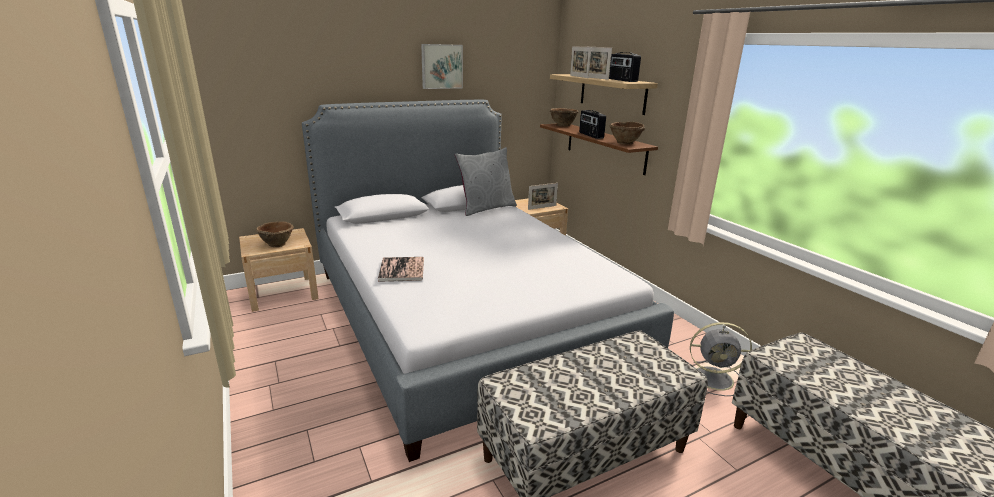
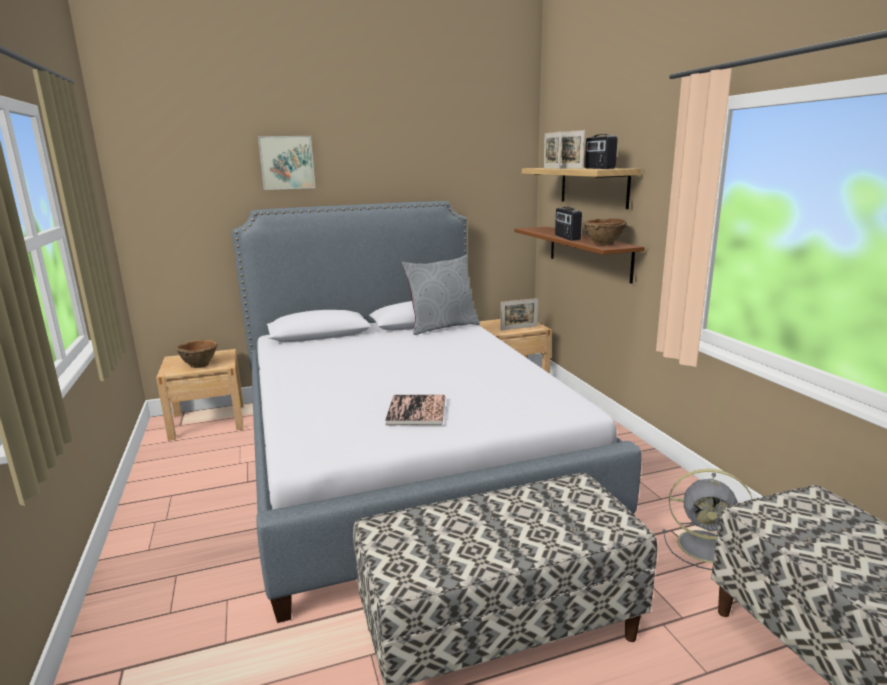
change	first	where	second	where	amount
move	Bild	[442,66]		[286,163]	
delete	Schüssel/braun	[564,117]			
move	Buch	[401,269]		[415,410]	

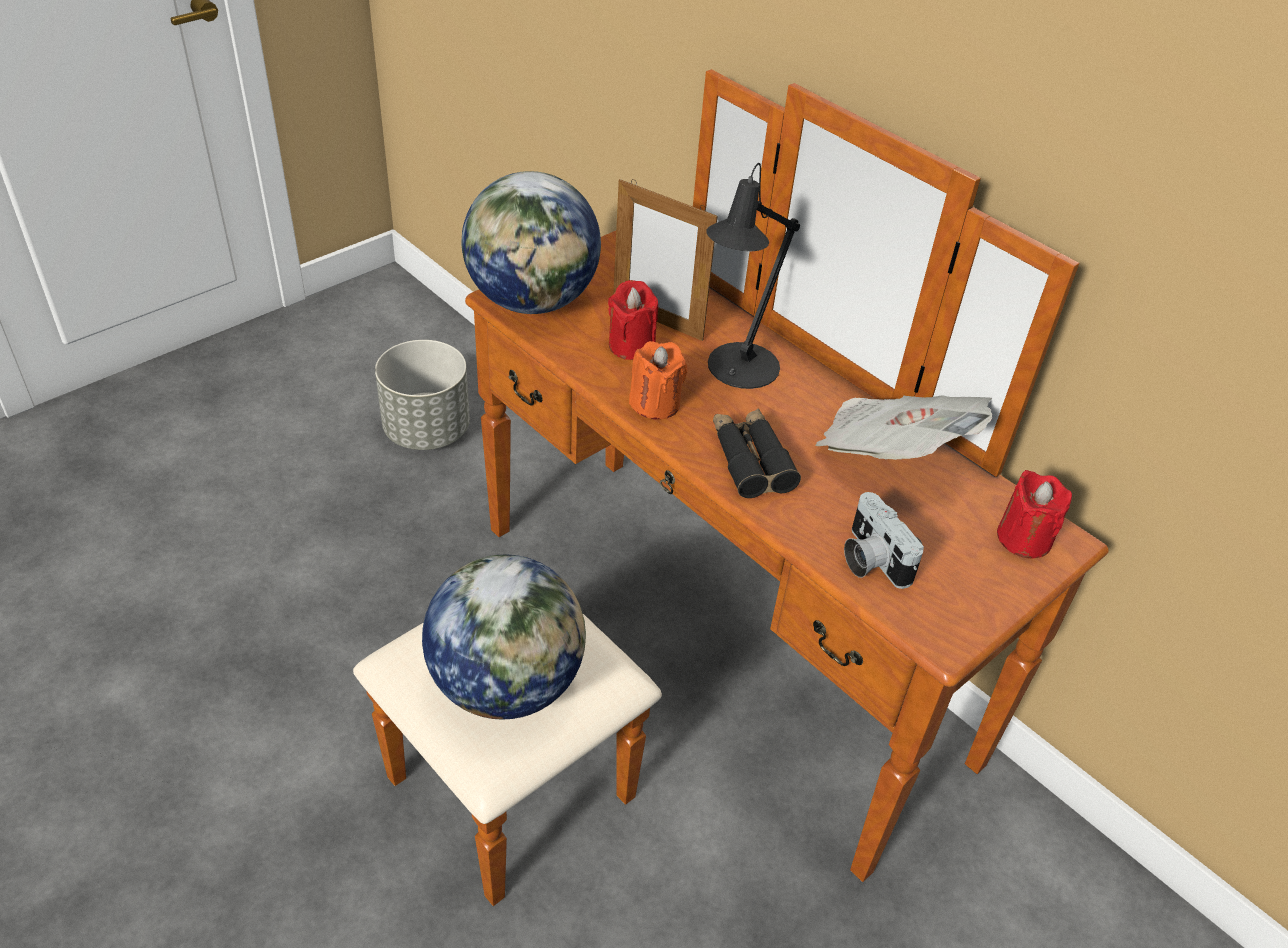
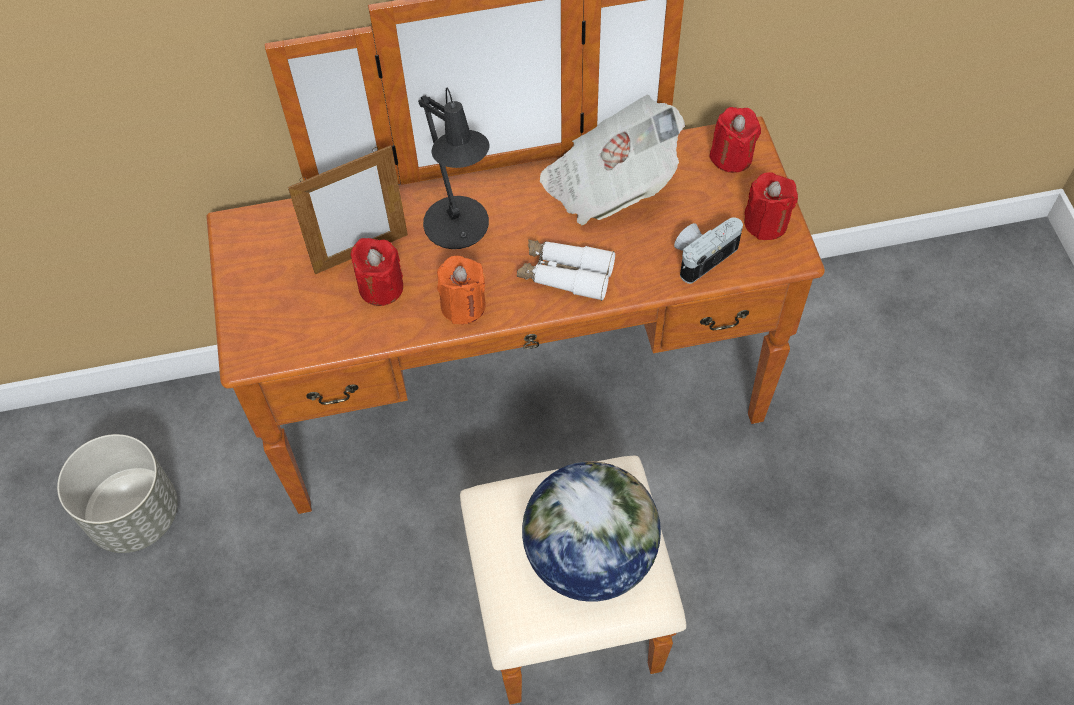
change	first	where	second	where	amount
delete	Globus	[531,242]			
recolor	Fernglas/schwarz	[757,453]	Fernglas/weiß	[566,270]	
rotate	Kamera	[884,540]		[708,251]	135 degrees clockwise
insert			Kerze/rot	[771,206]	

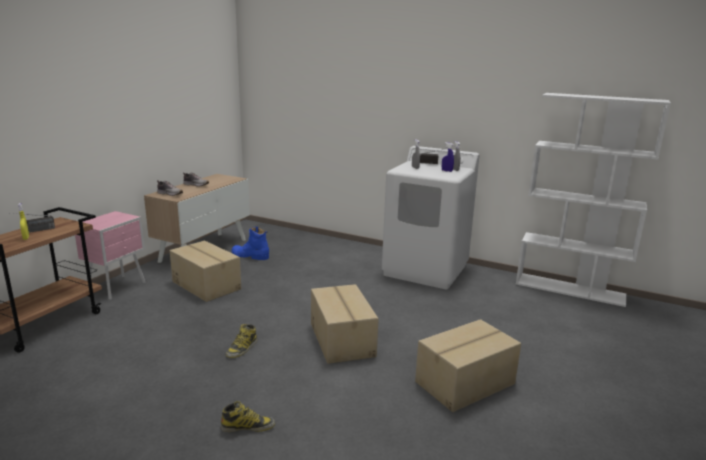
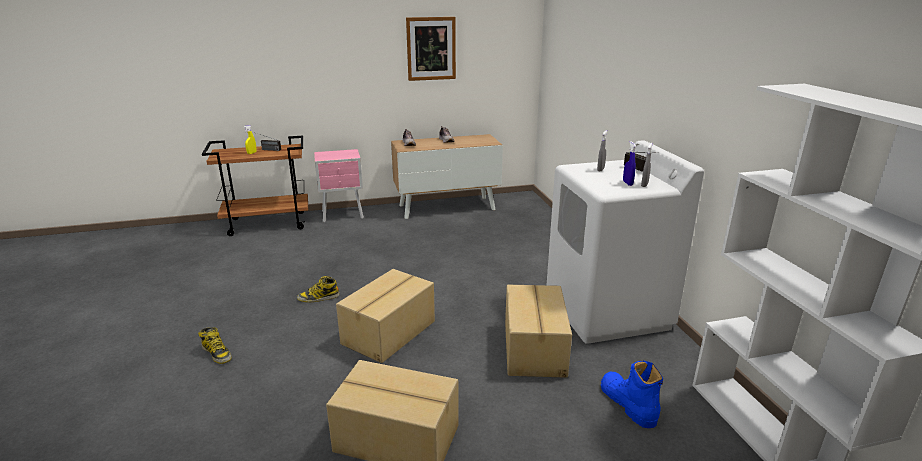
change	first	where	second	where	amount
move	Stiefel/blau	[250,243]		[632,394]	
move	Karton	[205,271]		[538,331]	
insert			Bild	[431,49]	

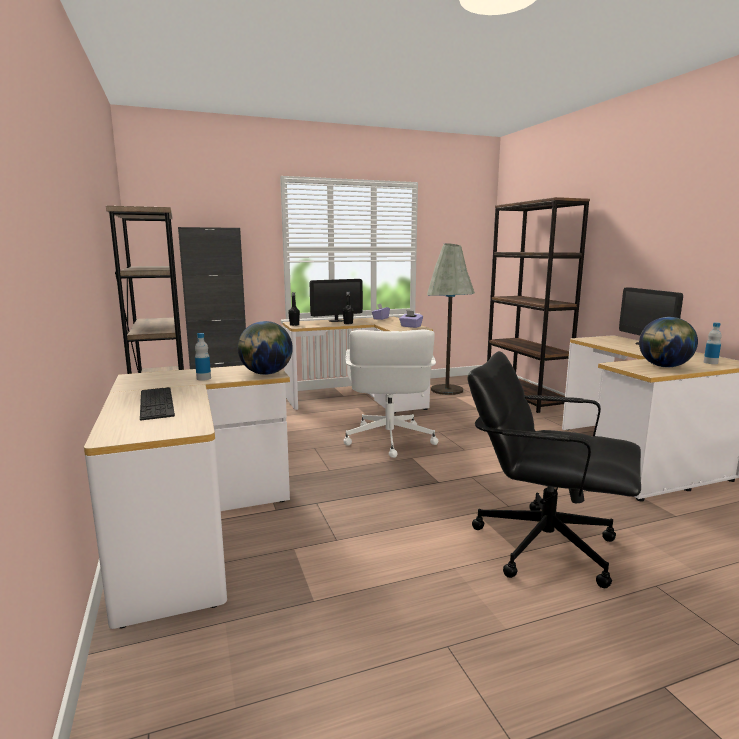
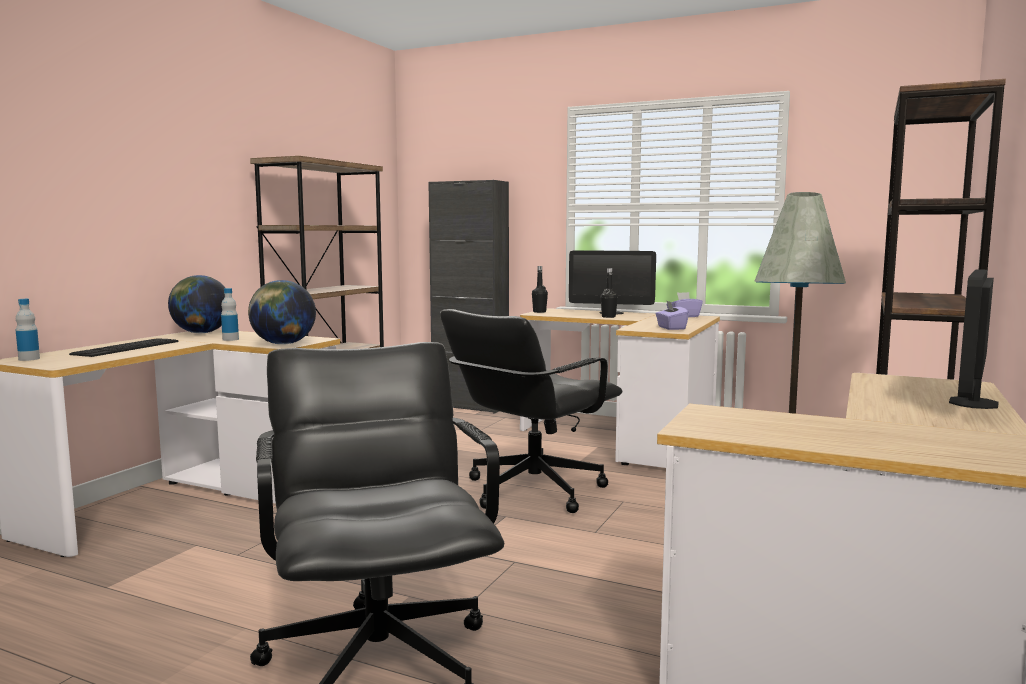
change	first	where	second	where	amount
move	Globus	[668,342]		[196,304]	
move	Flasche	[713,343]		[28,330]	
recolor	Bürostuhl/weiß	[390,394]	Bürostuhl/schwarz	[531,411]	

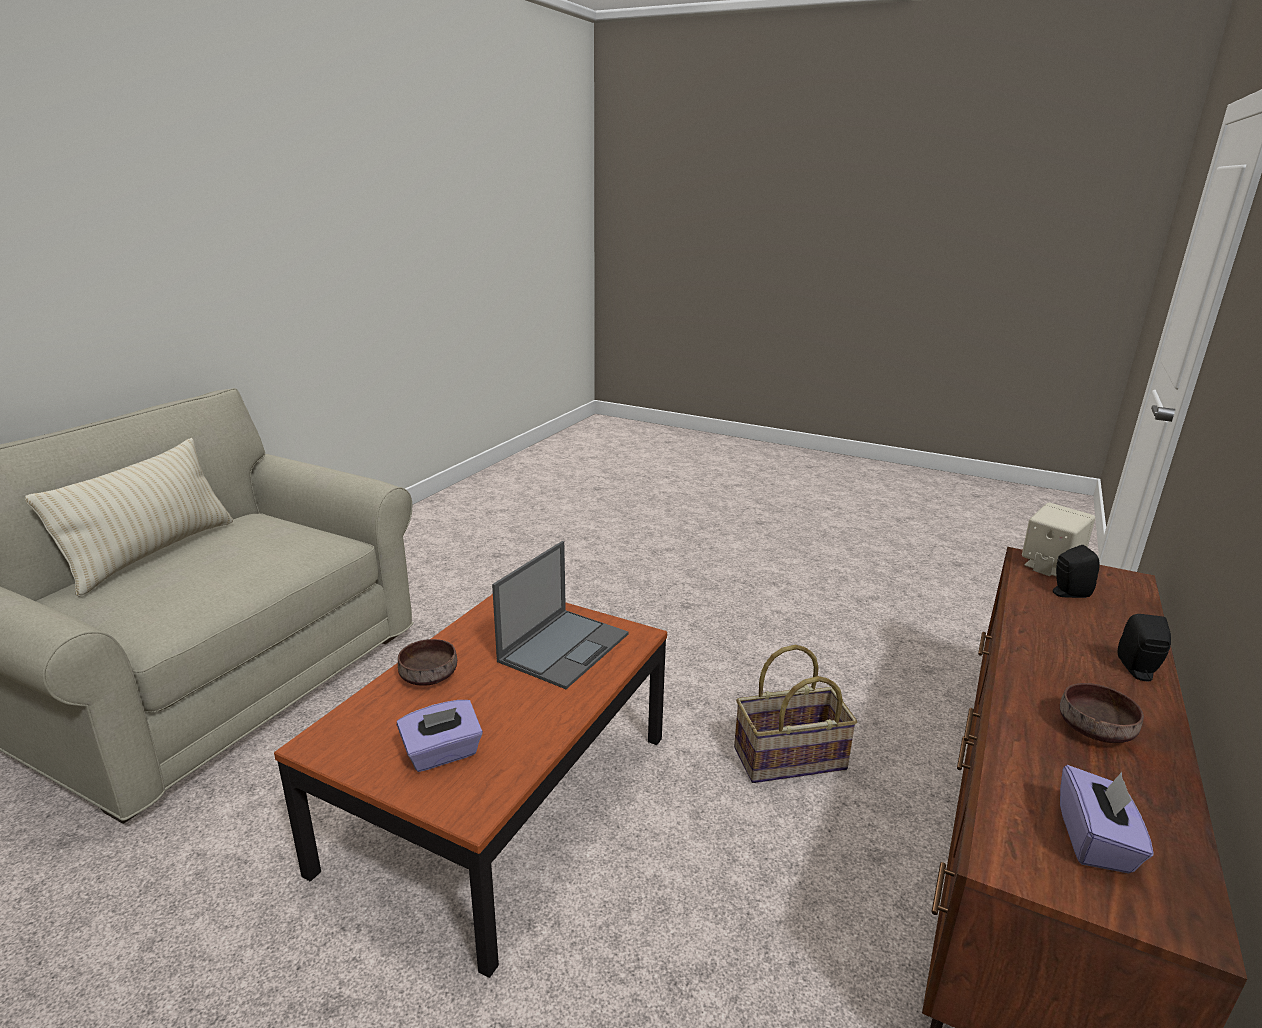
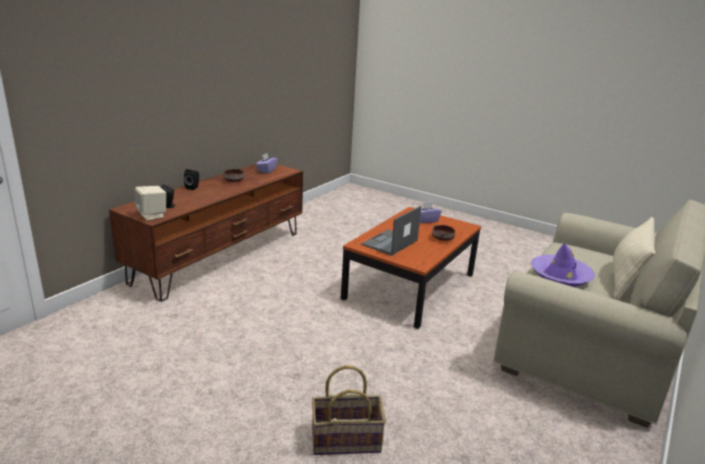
change	first	where	second	where	amount
move	Korb	[795,714]		[349,410]	
insert			Hut/lila	[563,265]	

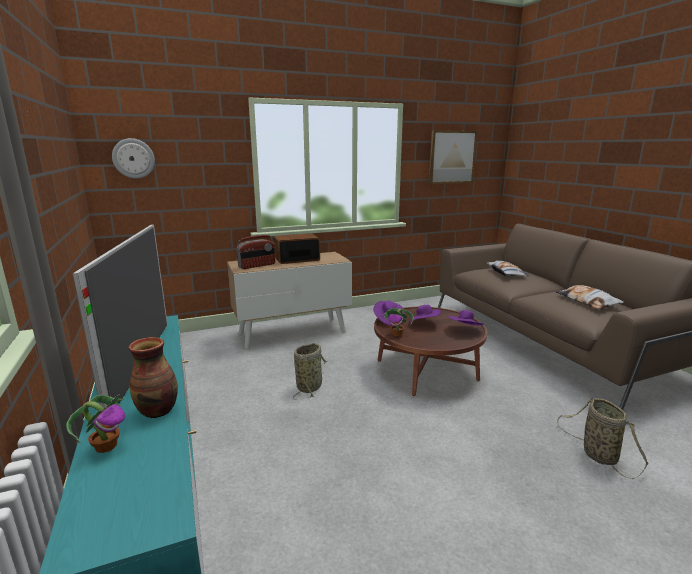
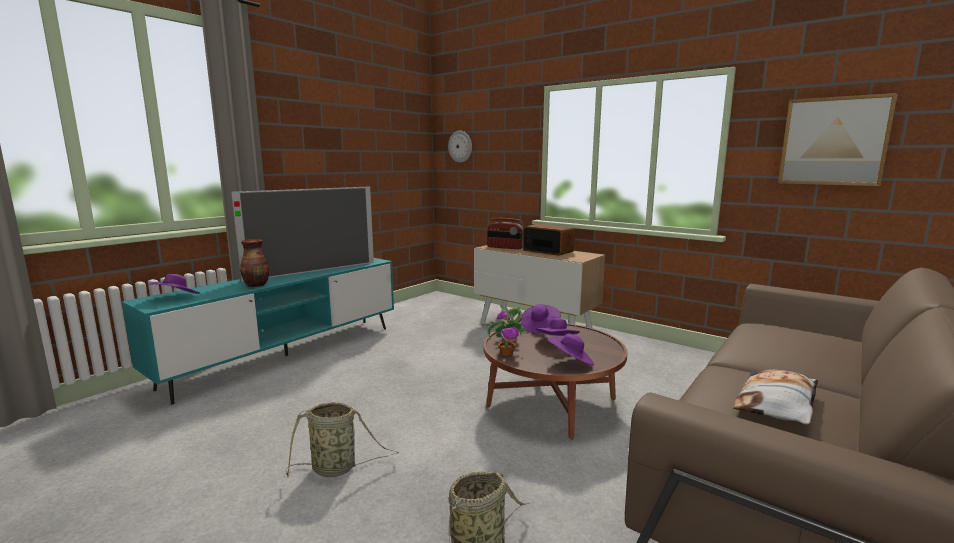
change	first	where	second	where	amount
delete	Kissen	[508,268]			
move	Korb	[310,371]		[342,440]	
move	Topfpflanze	[95,424]		[506,338]	
insert			Hut/lila	[174,284]	

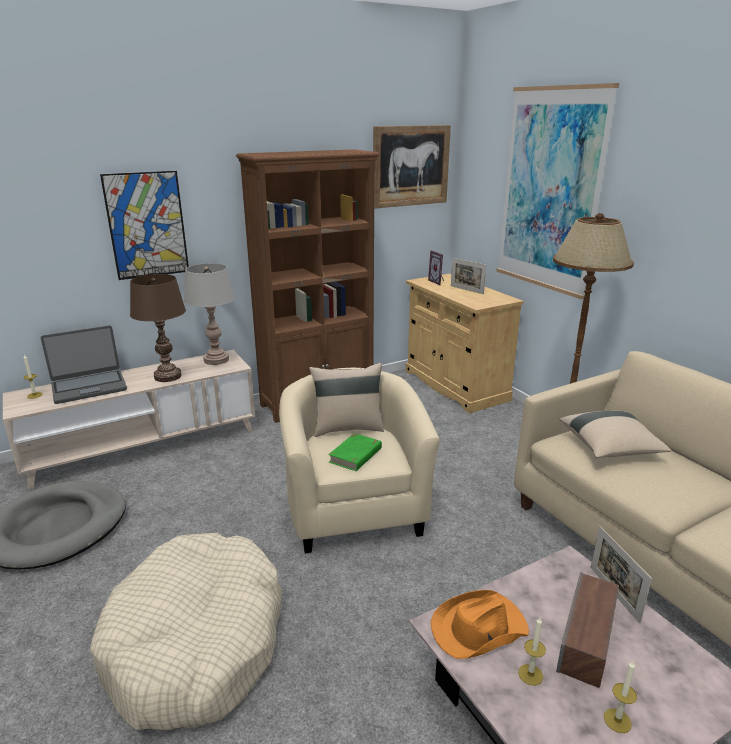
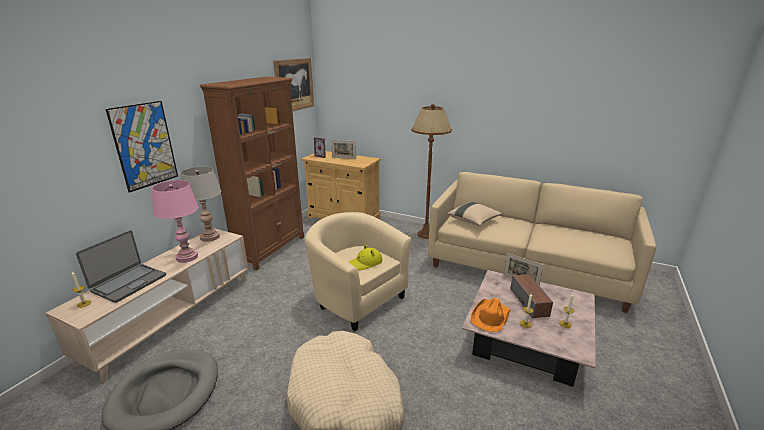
change	first	where	second	where	amount
delete	Bild	[557,191]			
recolor	Tischlampe/braun	[158,328]	Tischlampe/rosa	[175,221]	
delete	Kissen/beige	[346,400]			
replace	Buch/grün	[355,452]	Hut/gelb	[365,257]	

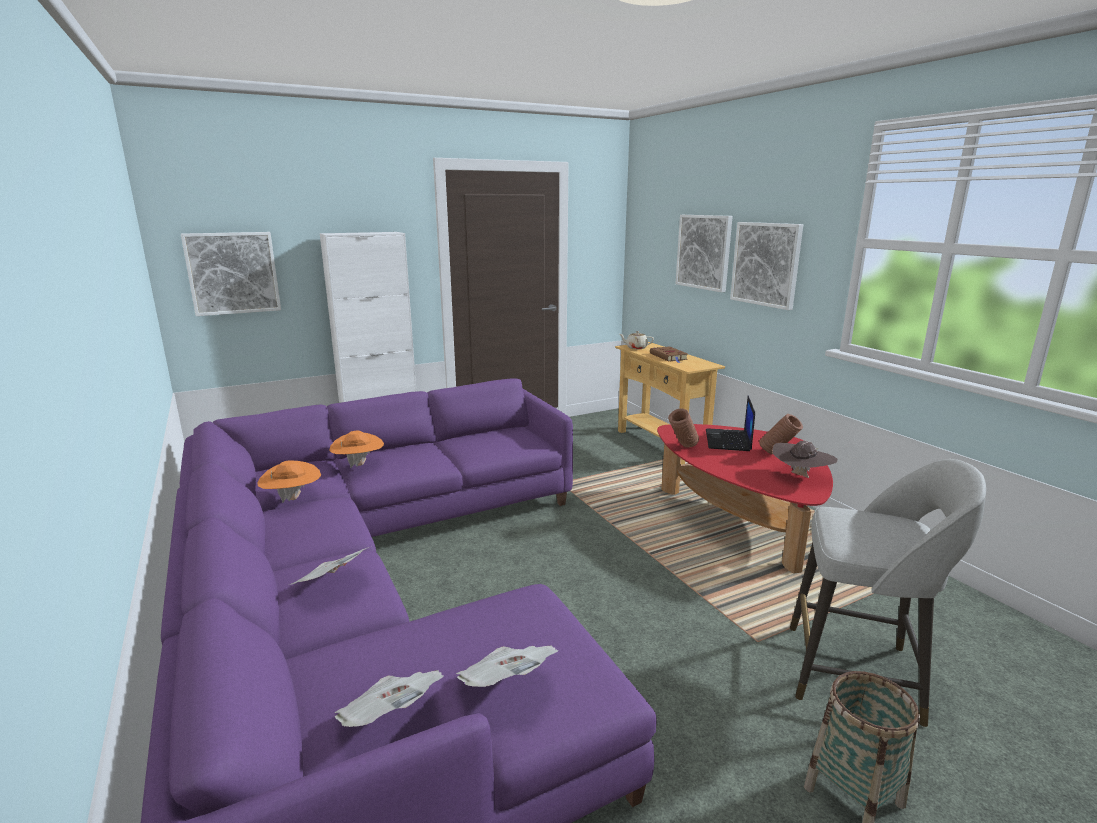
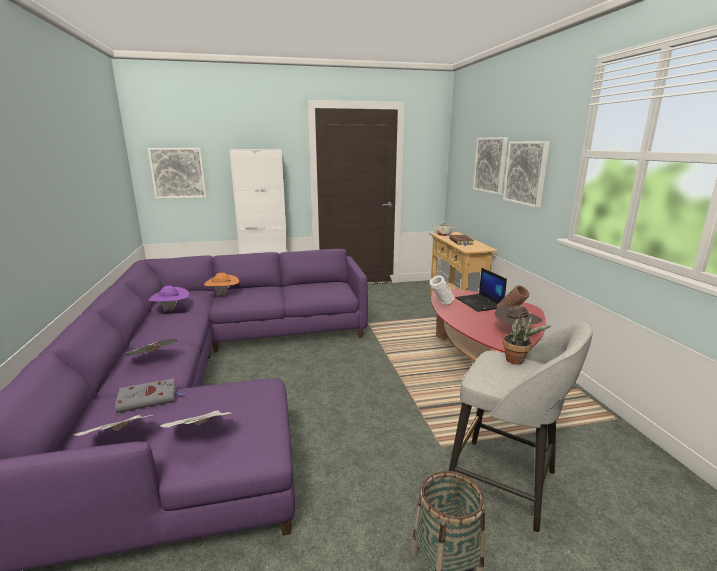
change	first	where	second	where	amount
rotate	Laptop	[730,423]		[481,290]	45 degrees counterclockwise
recolor	Vase/braun	[683,428]	Vase/weiß	[442,290]	
recolor	Hut/orange	[289,481]	Hut/lila	[169,299]	
insert			Topfpflanze	[527,340]	
insert			Buch/grau	[150,395]	

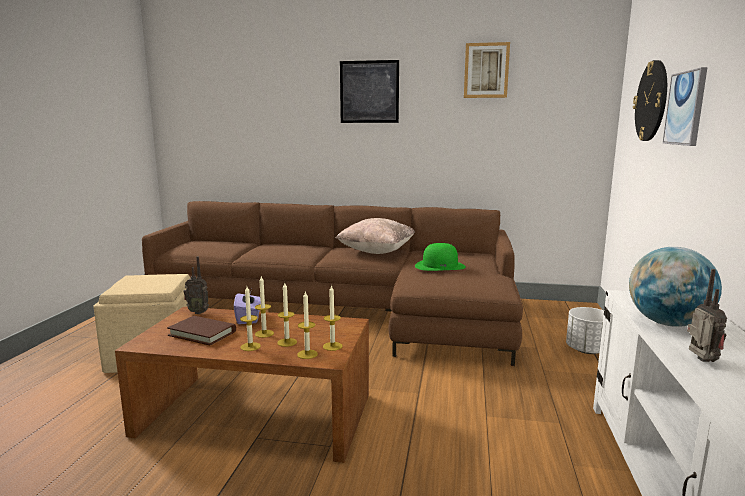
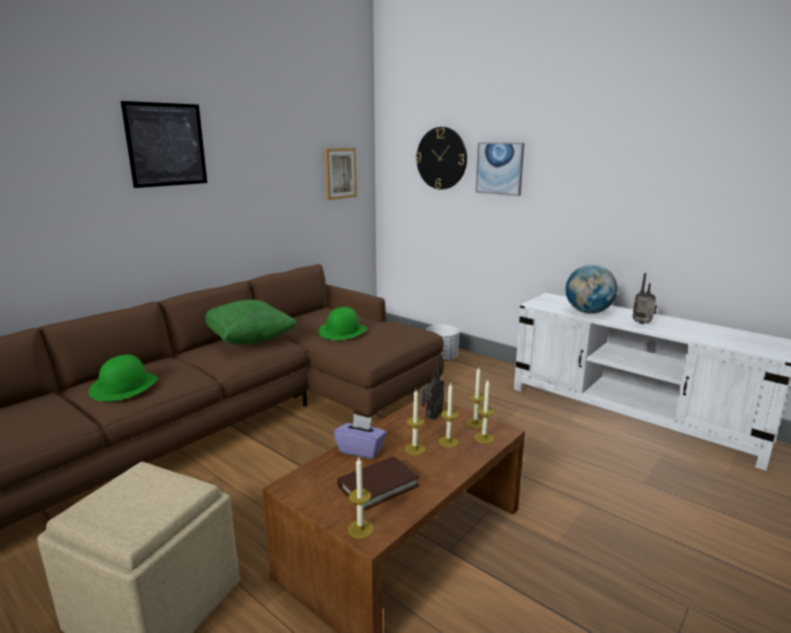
change	first	where	second	where	amount
move	Bild	[487,70]		[340,174]	
recolor	Kissen/beige	[375,236]	Kissen/grün	[251,322]	
move	Radio	[196,285]		[432,388]	
move	Kerze	[250,318]		[361,498]	
insert			Hut/grün	[123,378]	

